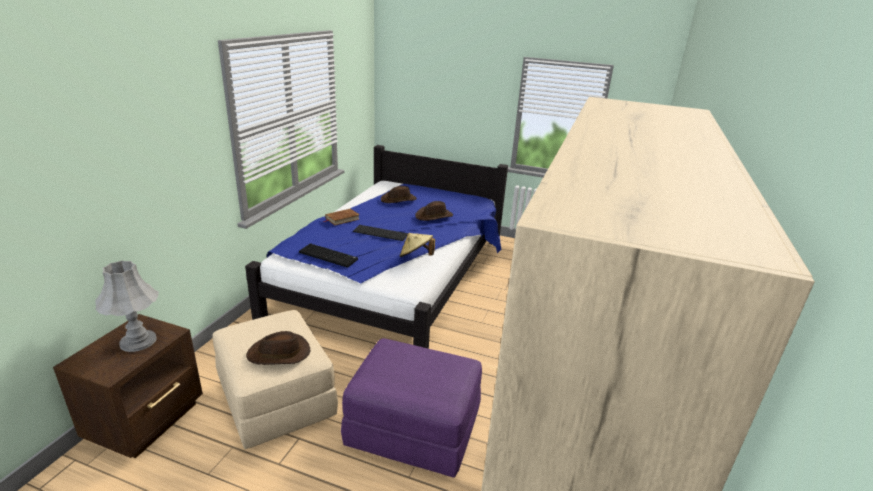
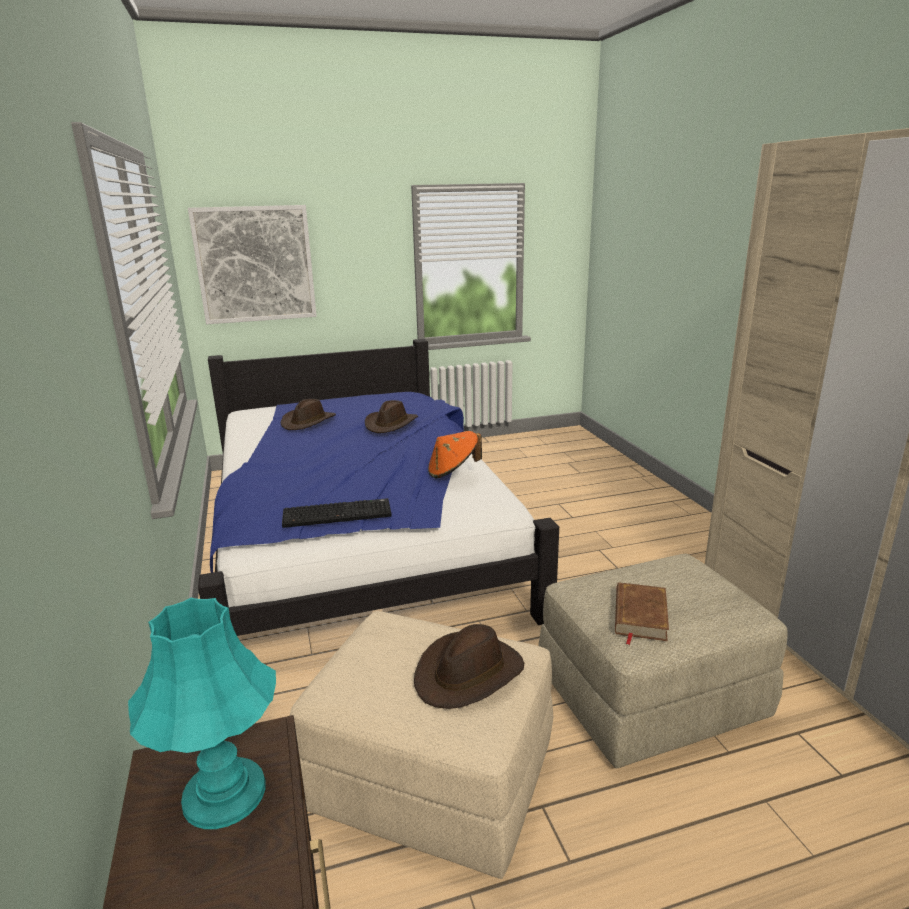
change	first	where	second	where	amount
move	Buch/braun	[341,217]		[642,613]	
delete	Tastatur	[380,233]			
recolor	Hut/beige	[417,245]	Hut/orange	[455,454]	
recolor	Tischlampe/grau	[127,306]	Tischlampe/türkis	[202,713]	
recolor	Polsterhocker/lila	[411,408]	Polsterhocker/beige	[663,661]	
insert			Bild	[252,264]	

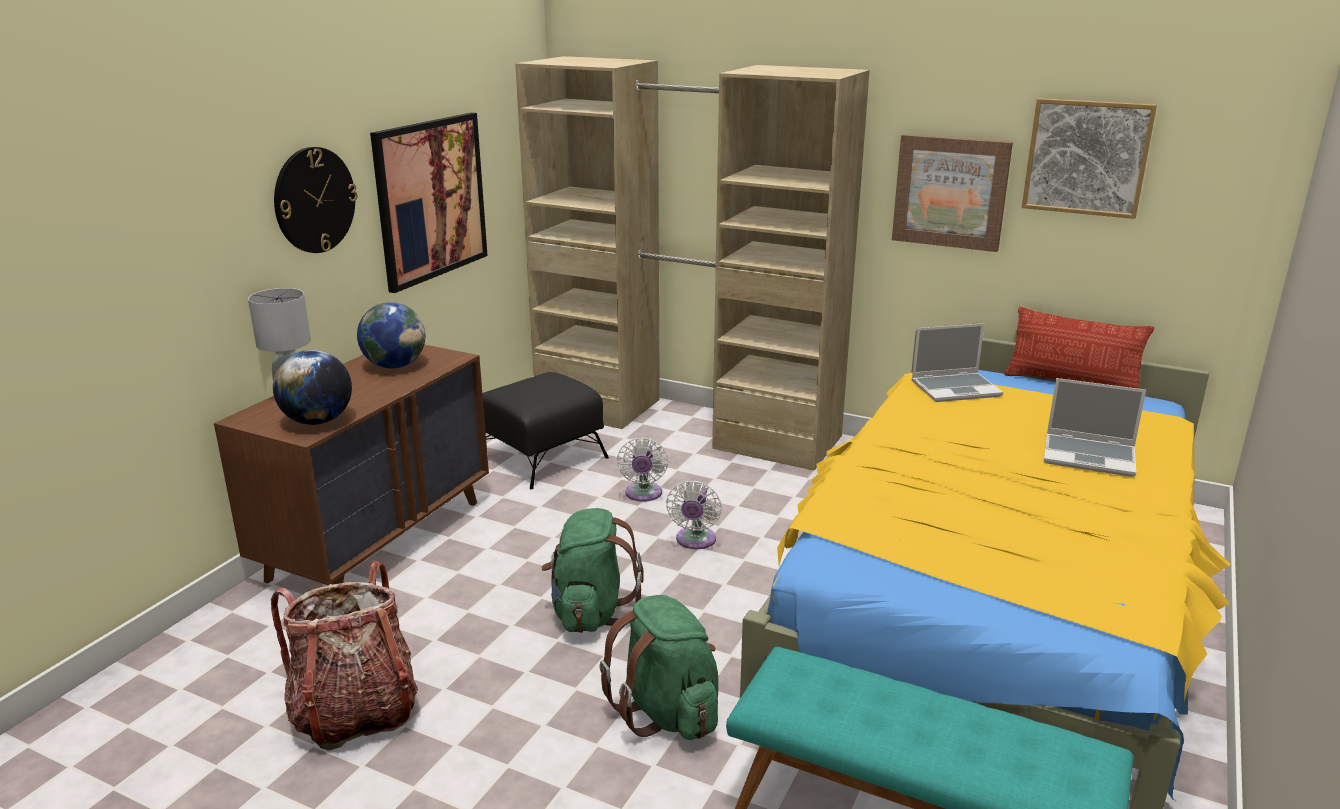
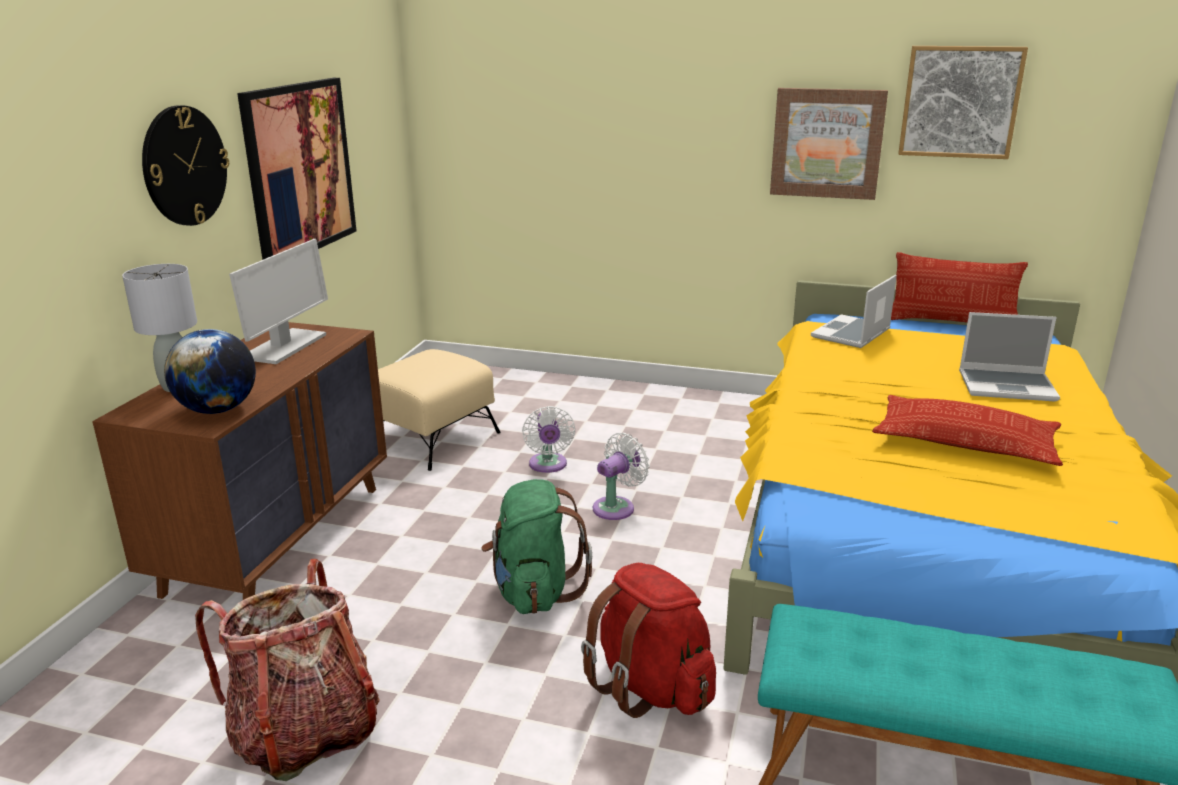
change	first	where	second	where	amount
delete	Kleiderschrank/beige	[692,263]			
replace	Globus	[391,335]	Monitor	[278,301]	
rotate	Laptop	[957,362]		[854,311]	150 degrees clockwise
recolor	Polsterhocker/schwarz	[545,430]	Polsterhocker/beige	[439,410]	
rotate	Ventilator/weiß	[694,514]		[621,476]	135 degrees counterclockwise
recolor	Rucksack/grün	[659,667]	Rucksack/rot	[648,640]	
insert			Kissen	[967,430]	

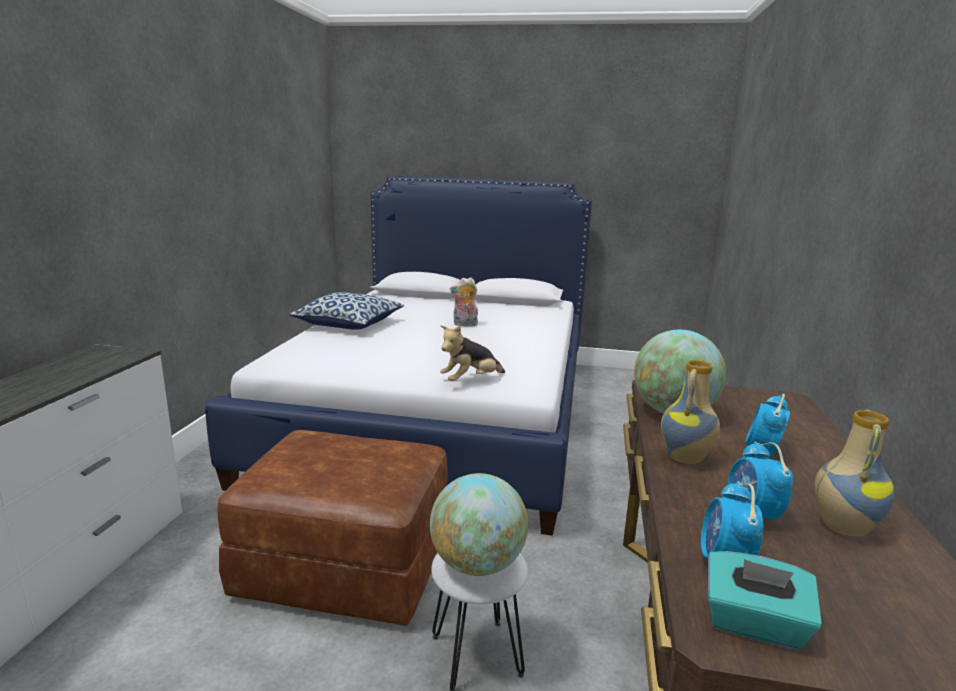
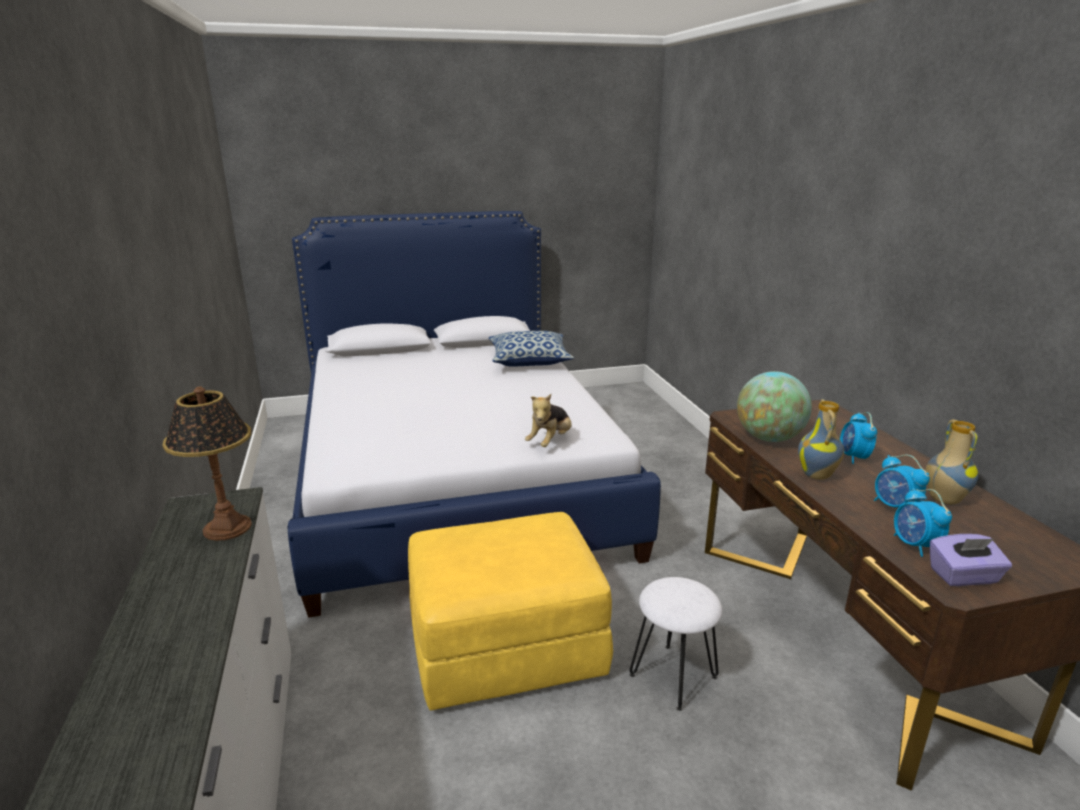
change	first	where	second	where	amount
delete	Plüschtier	[464,301]			
move	Kissen	[346,311]		[531,349]	
recolor	Polsterhocker/braun	[332,528]	Polsterhocker/gelb	[510,611]	
delete	Globus	[479,524]			
recolor	Taschentuchbox/türkis	[765,600]	Taschentuchbox/lila	[971,560]	
insert			Tischlampe	[207,463]	

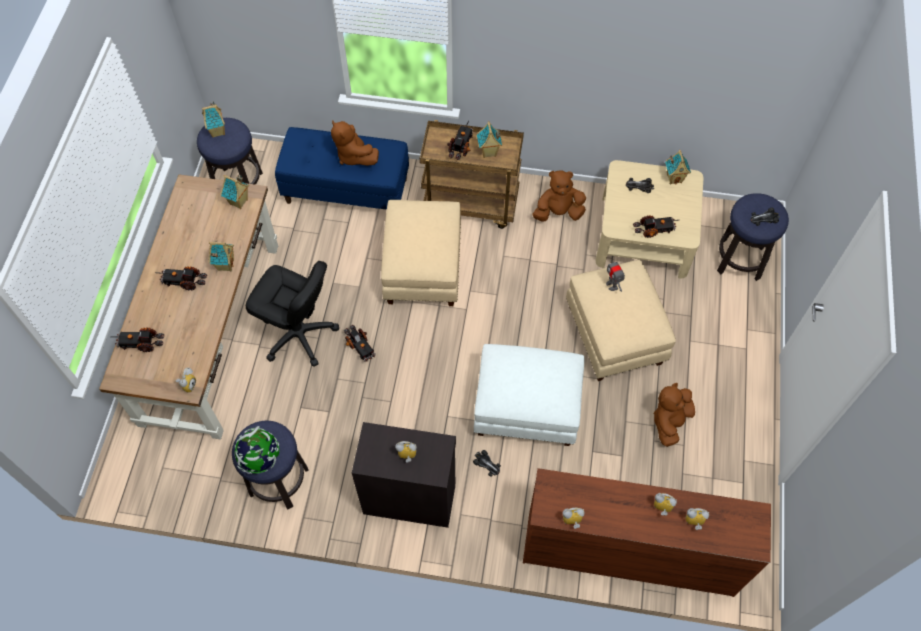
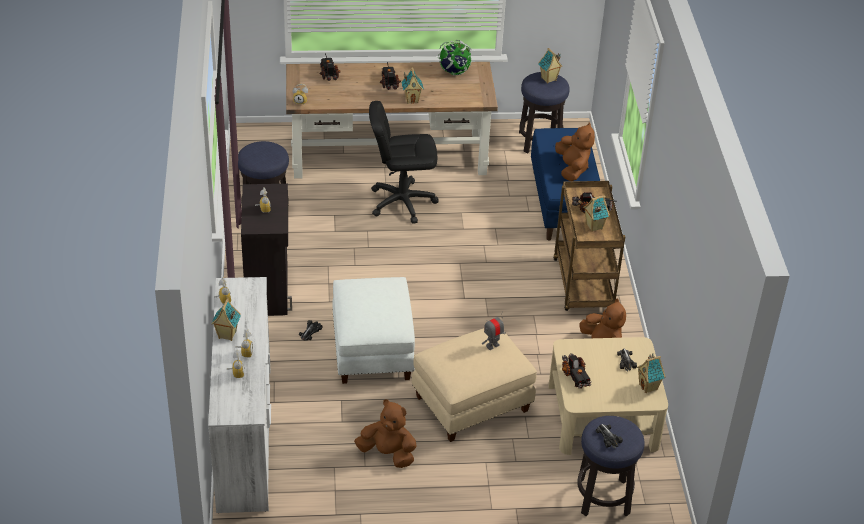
change	first	where	second	where	amount
rotate	Plüschtier/braun	[355,143]		[575,151]	135 degrees clockwise
move	Spielzeughaus	[234,192]		[226,319]	
delete	Polsterhocker/beige	[421,253]			
rotate	Bürostuhl/schwarz	[292,314]		[404,162]	75 degrees clockwise
delete	Spielzeuglaster	[360,343]			
move	Globus	[256,450]		[454,57]	
recolor	Kommode/braun	[647,532]	Kommode/weiß	[239,395]	

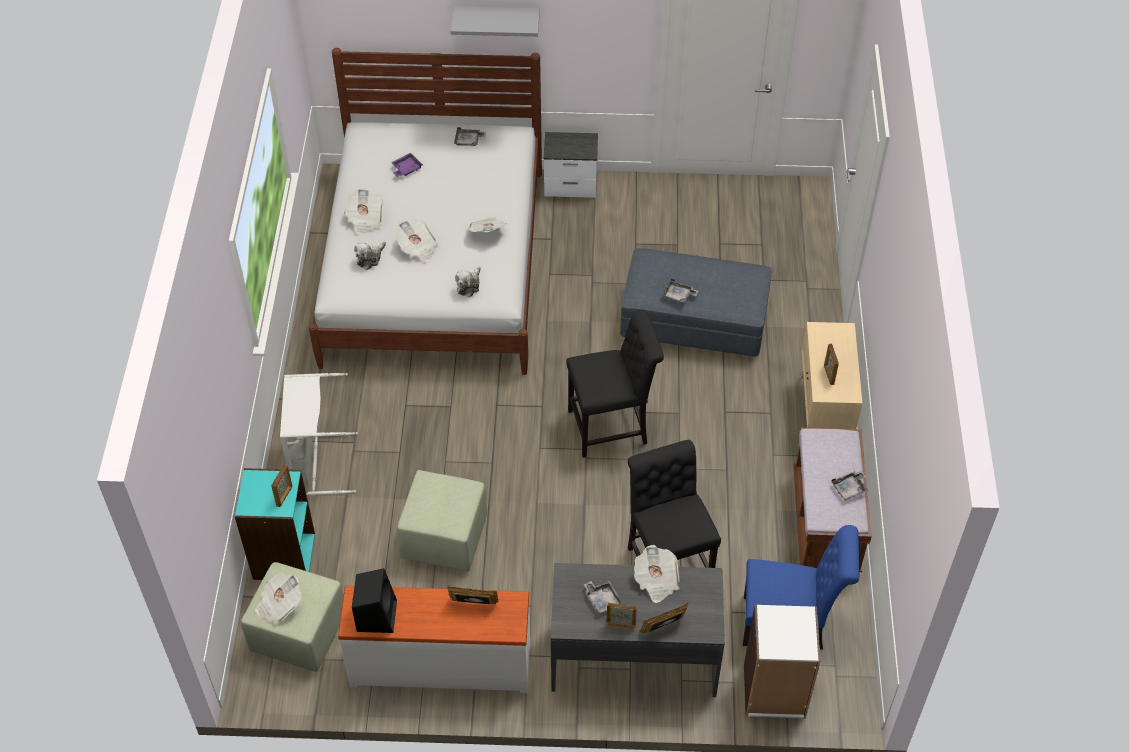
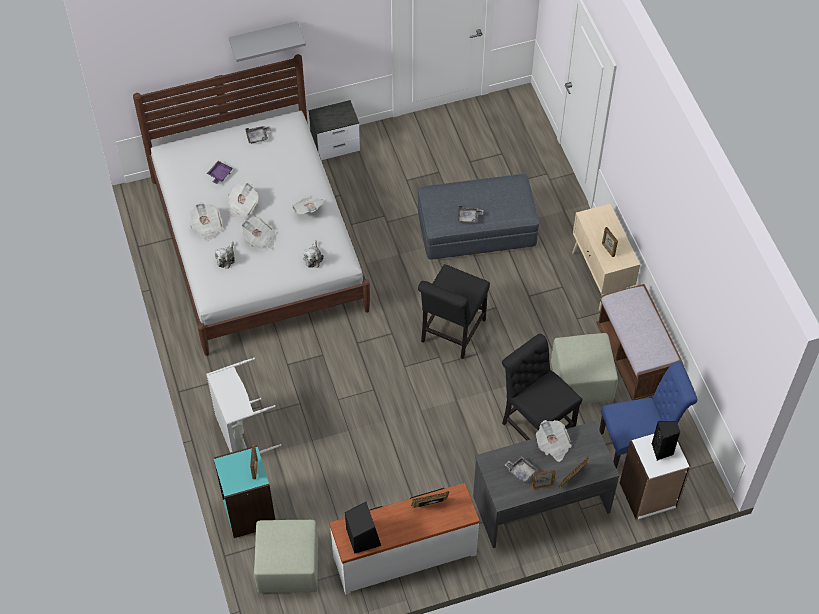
change	first	where	second	where	amount
rotate	Stuhl/schwarz	[615,383]		[454,311]	150 degrees clockwise
move	Polsterhocker/grün	[442,520]		[584,368]	
delete	Tablett/grau	[849,486]			
move	Zeitung	[278,598]		[243,200]	
insert			Lautsprecher/schwarz	[666,441]	

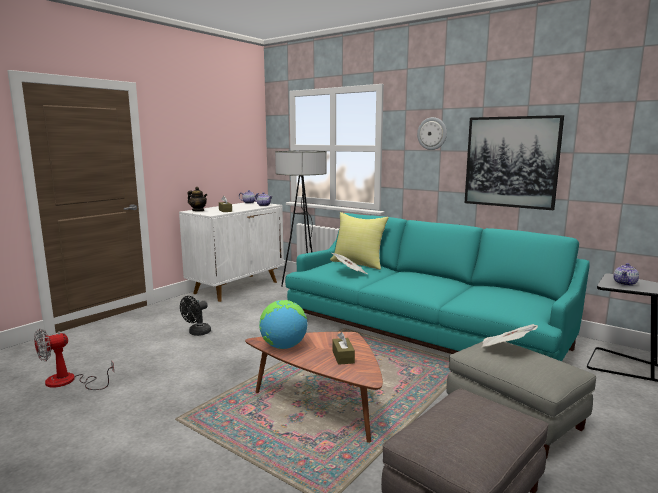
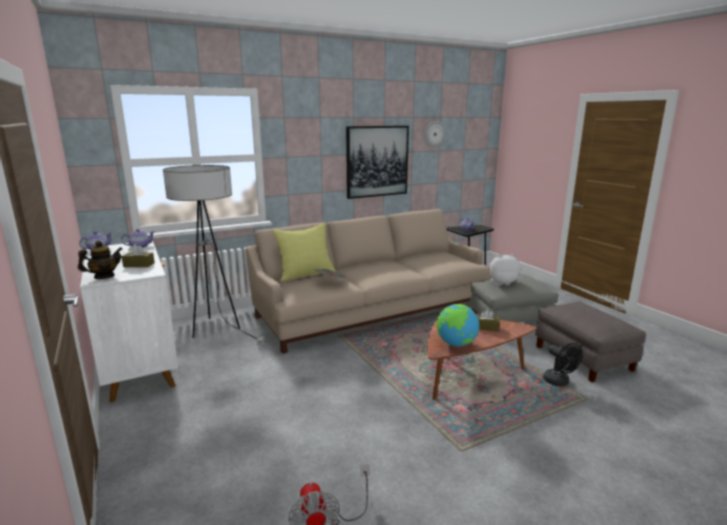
change	first	where	second	where	amount
move	Wanduhr	[432,133]		[435,134]	
recolor	Sofa/türkis	[437,287]	Sofa/beige	[369,281]	
move	Ventilator/schwarz	[195,316]		[563,364]	
replace	Zeitung	[510,335]	Plüschtier	[504,269]	

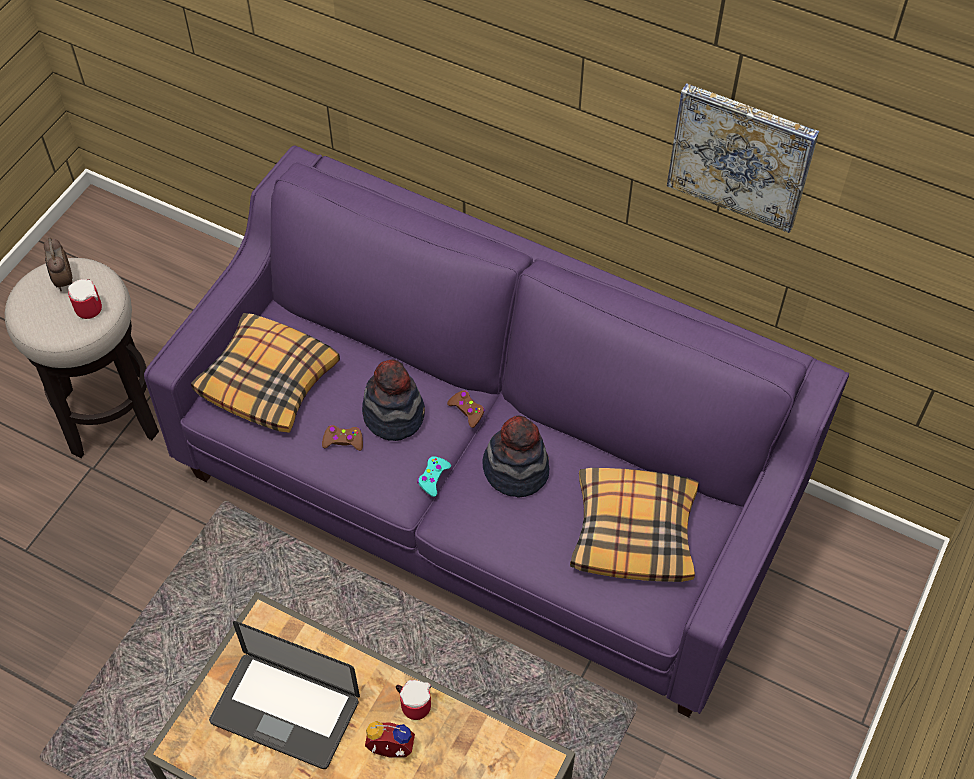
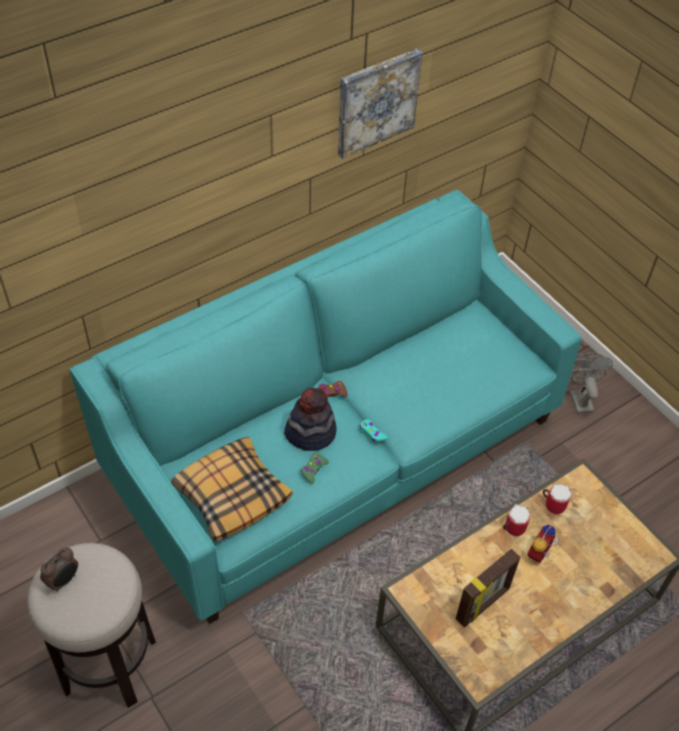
change	first	where	second	where	amount
recolor	Sofa/lila	[496,431]	Sofa/türkis	[325,407]	
rotate	Wecker	[58,264]		[59,569]	60 degrees counterclockwise
move	Henkelbecher	[85,299]		[557,499]	
delete	Hut	[515,457]			
recolor	Gamepad/braun	[342,438]	Gamepad/grün	[315,468]	
delete	Kissen	[634,525]			
replace	Laptop	[284,695]	Bilderrahmen	[488,588]	
insert			Ventilator/grau	[591,383]	

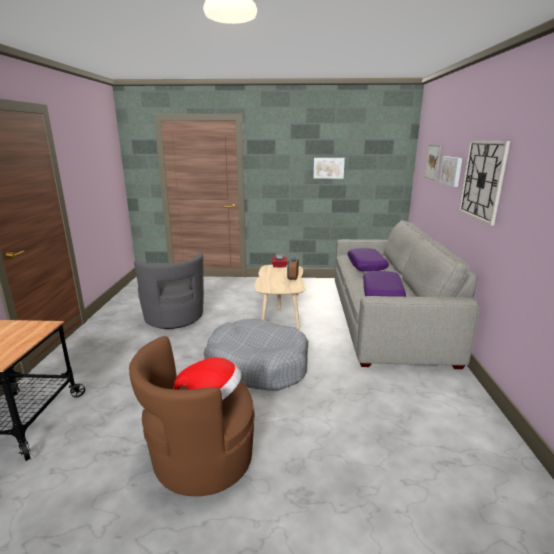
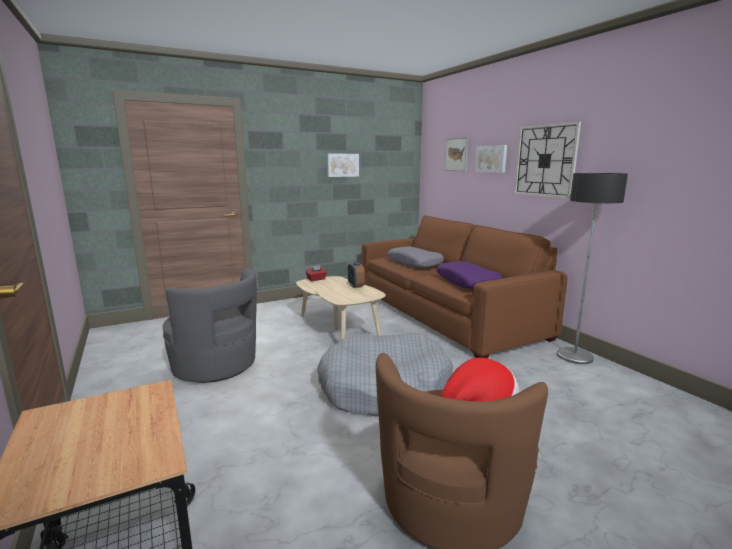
change	first	where	second	where	amount
recolor	Sofa/grau	[407,294]	Sofa/braun	[464,287]	
recolor	Kissen/lila	[368,259]	Kissen/grau	[416,257]	
insert			Stehlampe	[592,268]	

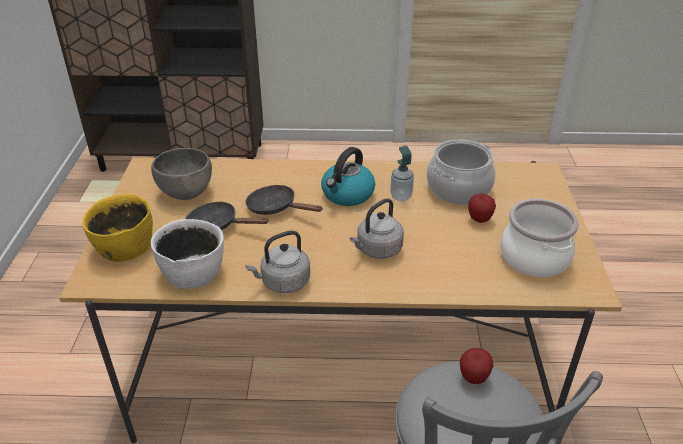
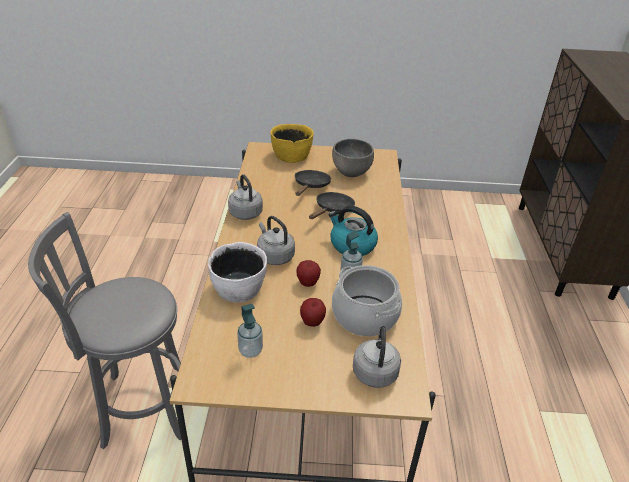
change	first	where	second	where	amount
replace	Kochtopf	[539,237]	Seifenspender	[250,331]	
move	Schüssel/weiß	[187,254]		[237,272]	
move	Apfel	[477,366]		[308,273]	
insert			Wasserkessel/grau	[377,356]	

